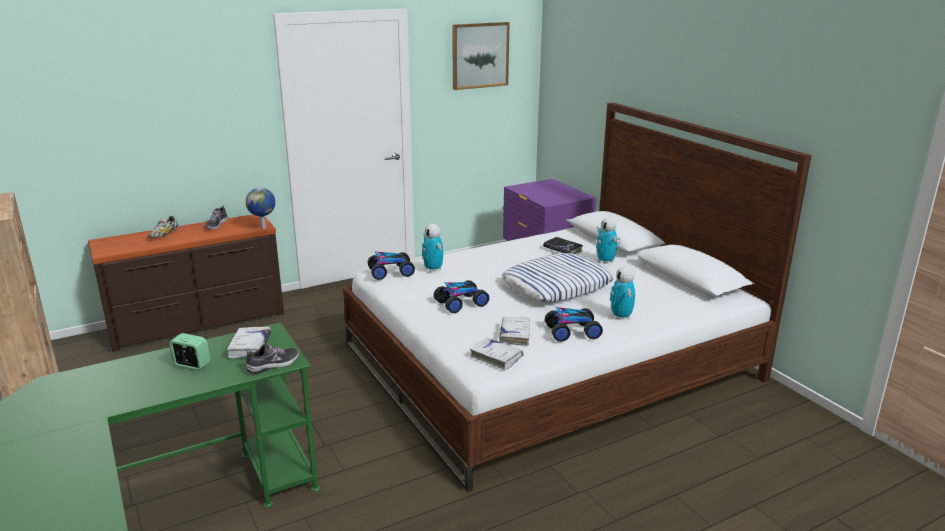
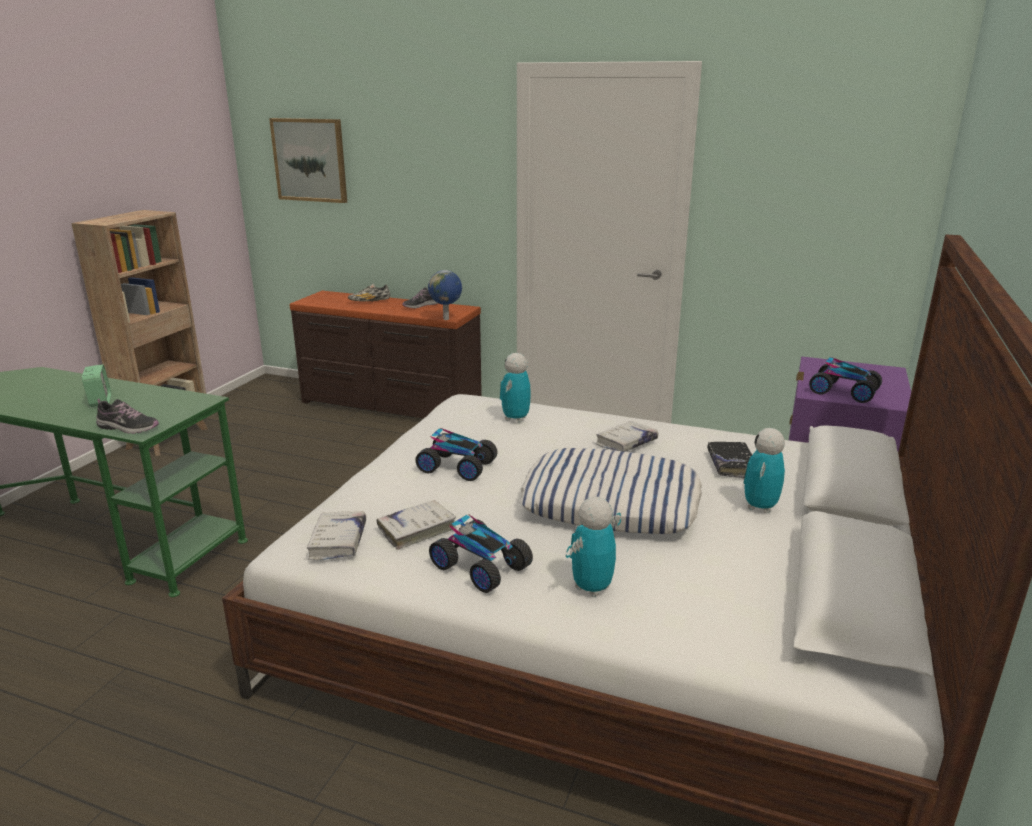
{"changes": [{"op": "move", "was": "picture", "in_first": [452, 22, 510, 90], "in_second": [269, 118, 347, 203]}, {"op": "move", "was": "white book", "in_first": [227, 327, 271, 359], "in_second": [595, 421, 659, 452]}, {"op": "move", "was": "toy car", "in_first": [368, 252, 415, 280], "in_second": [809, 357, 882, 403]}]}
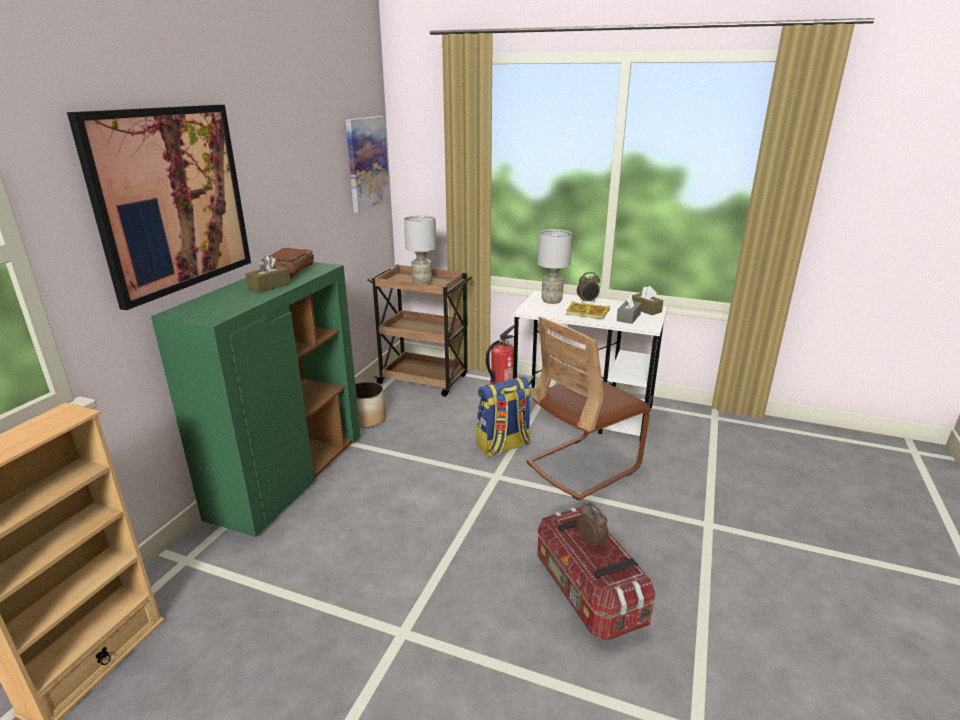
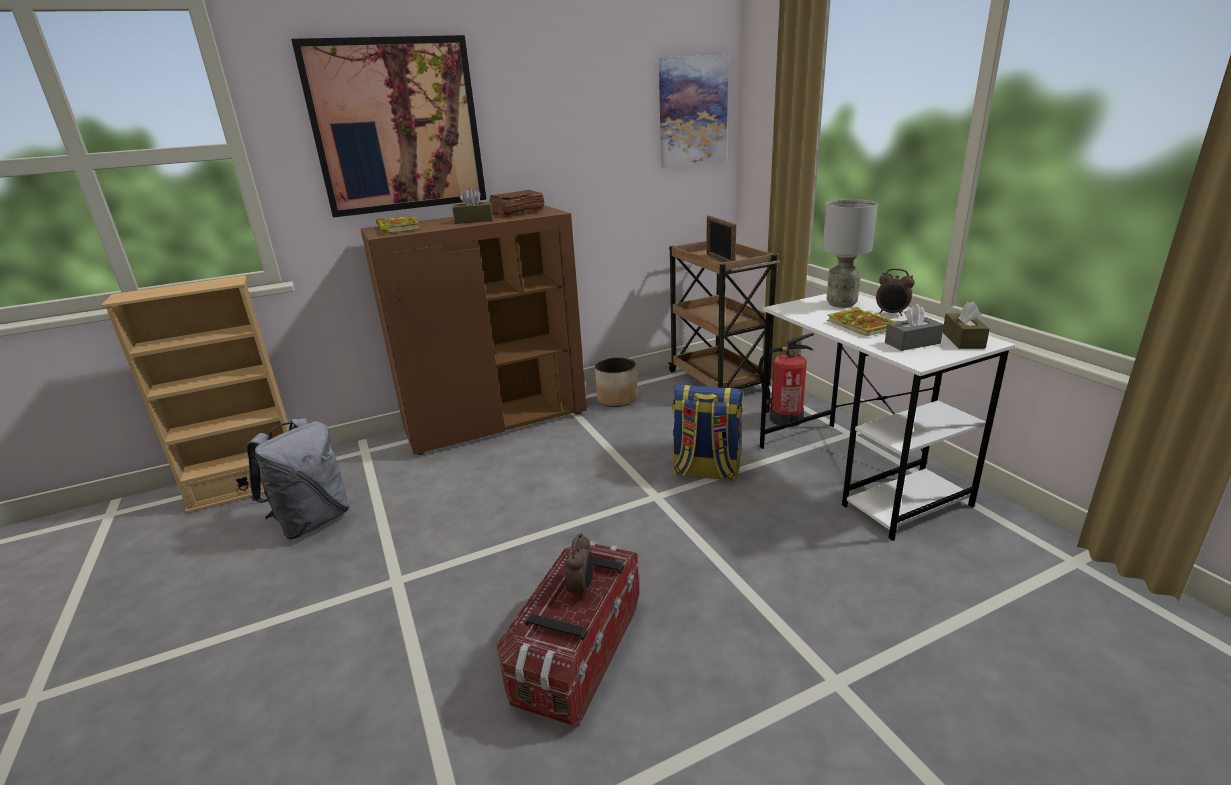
{"changes": [{"op": "insert", "now": "grey backpack", "in_second": [247, 418, 350, 539]}, {"op": "recolor", "was": "green cabinet", "now": "brown cabinet", "in_first": [151, 262, 360, 537], "in_second": [360, 205, 587, 455]}, {"op": "insert", "now": "book", "in_second": [376, 216, 420, 234]}, {"op": "replace", "was": "grey table lamp", "now": "picture frame", "in_first": [404, 215, 436, 284], "in_second": [706, 216, 736, 263]}, {"op": "delete", "was": "brown chair", "in_first": [526, 316, 651, 501]}]}
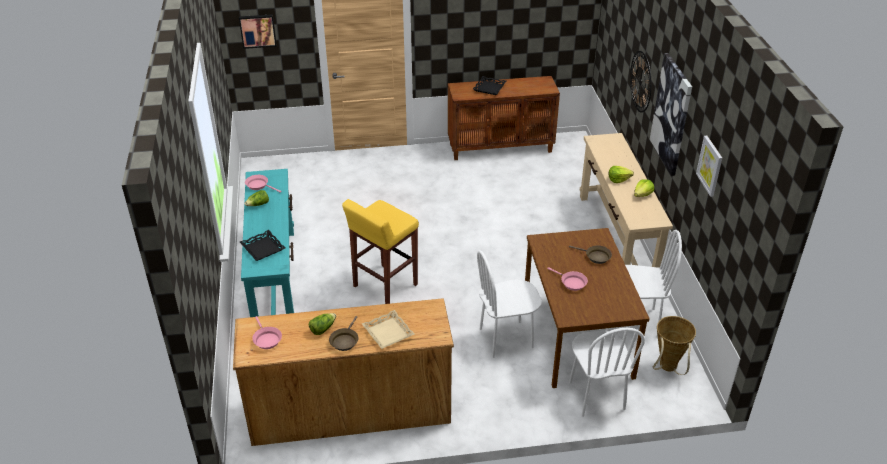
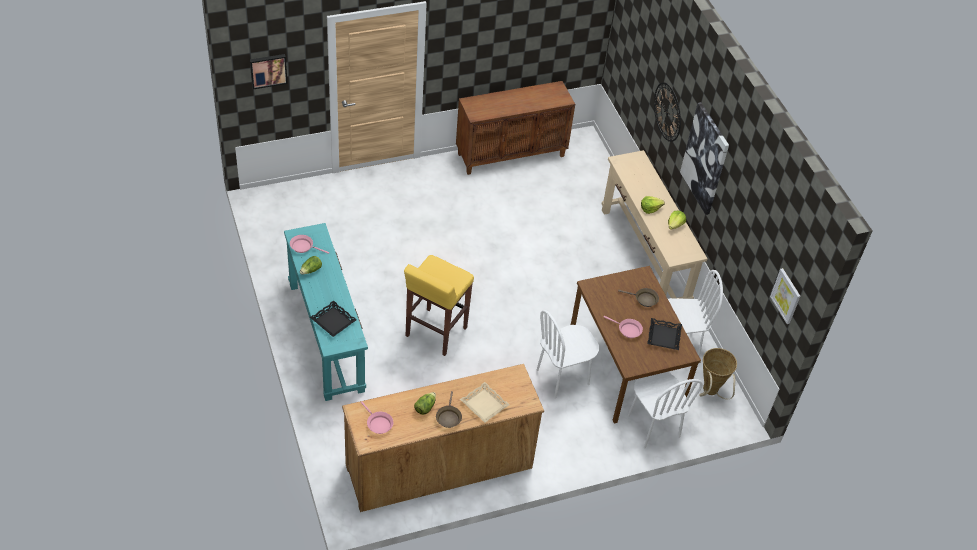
{"changes": [{"op": "move", "was": "black tray", "in_first": [473, 76, 506, 95], "in_second": [647, 318, 682, 350]}, {"op": "move", "was": "picture", "in_first": [696, 136, 722, 197], "in_second": [770, 268, 800, 324]}]}
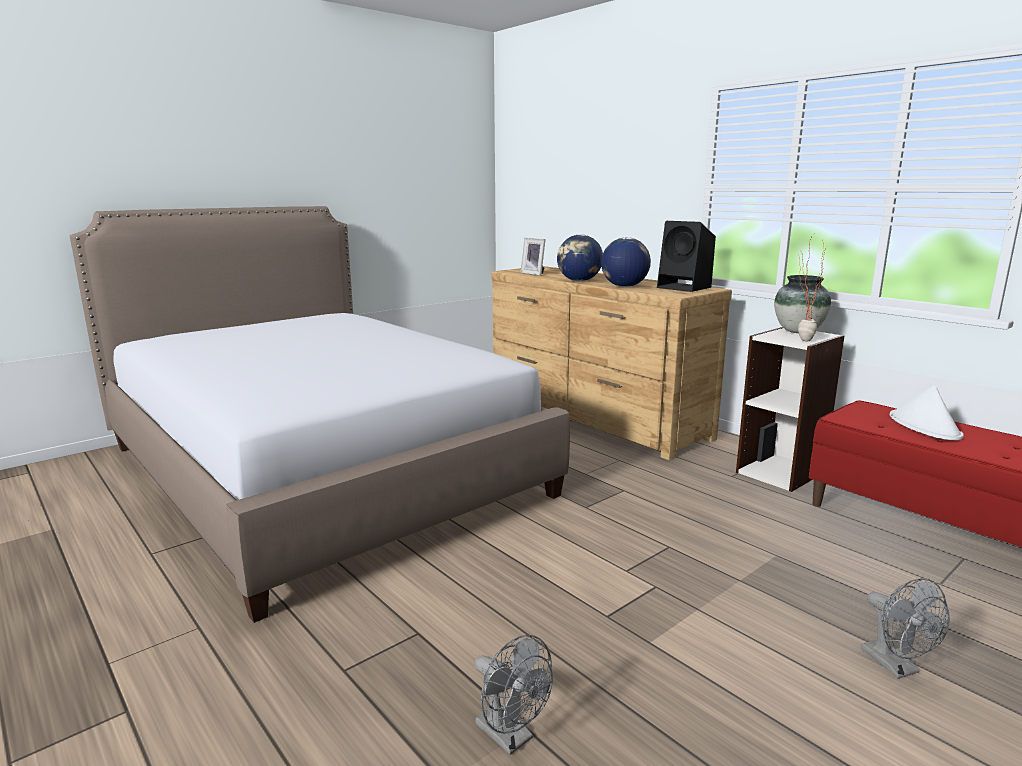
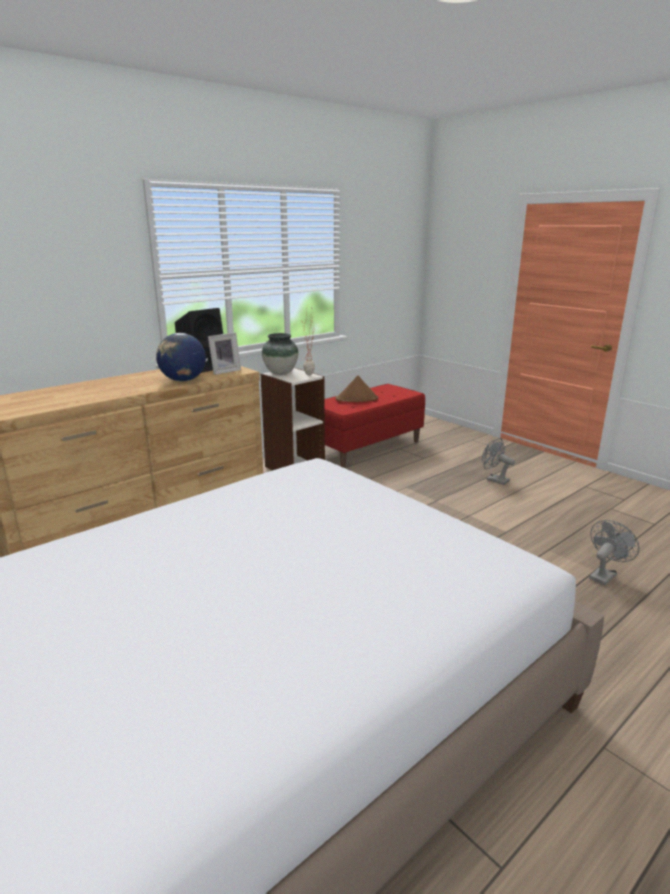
{"changes": [{"op": "move", "was": "picture frame", "in_first": [520, 237, 546, 276], "in_second": [208, 333, 241, 375]}, {"op": "recolor", "was": "white hat", "now": "brown hat", "in_first": [890, 384, 964, 440], "in_second": [335, 375, 378, 402]}, {"op": "rotate", "was": "grey fan", "in_first": [861, 578, 950, 679], "in_second": [482, 438, 515, 485], "clockwise": -120}, {"op": "delete", "was": "globe", "in_first": [557, 234, 603, 281]}]}
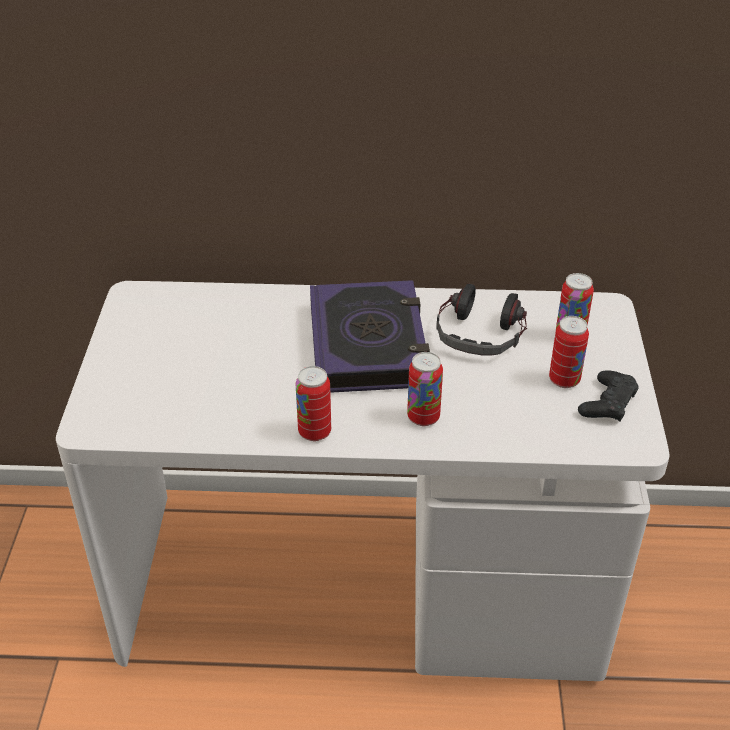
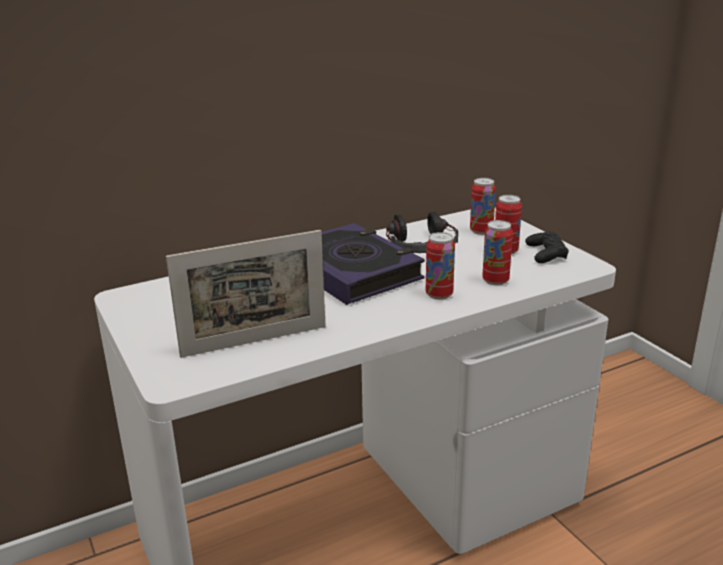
{"changes": [{"op": "insert", "now": "picture frame", "in_second": [166, 230, 326, 358]}, {"op": "move", "was": "can", "in_first": [296, 366, 331, 441], "in_second": [482, 220, 513, 286]}]}
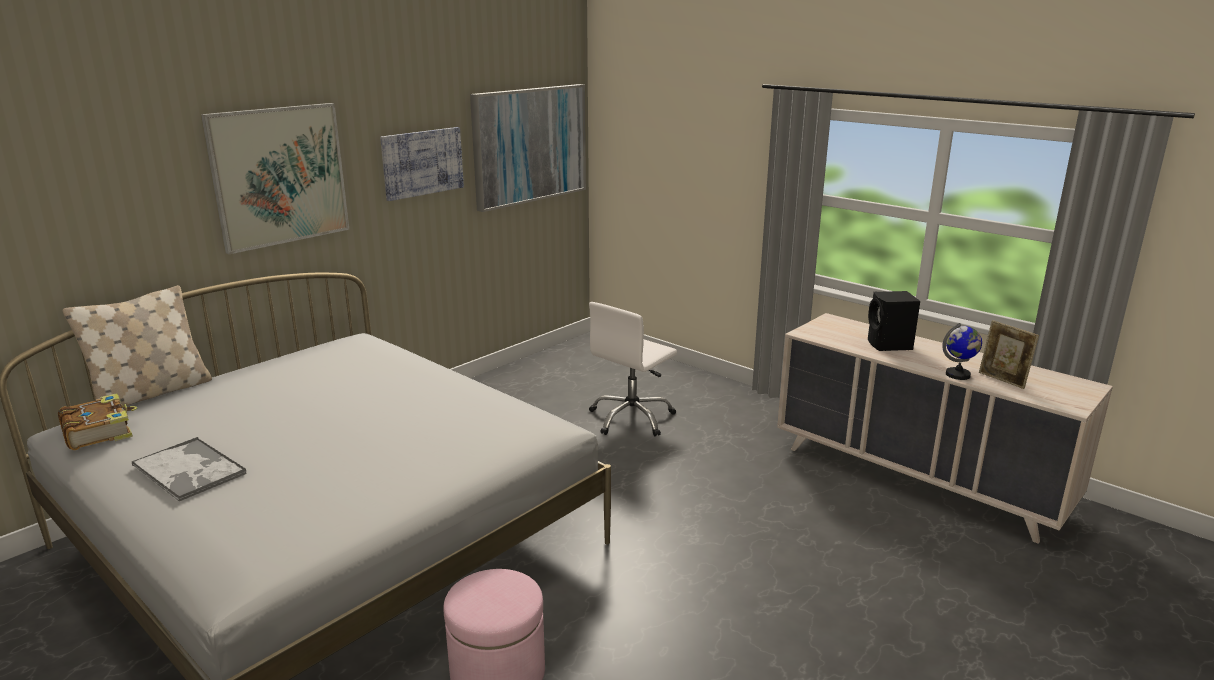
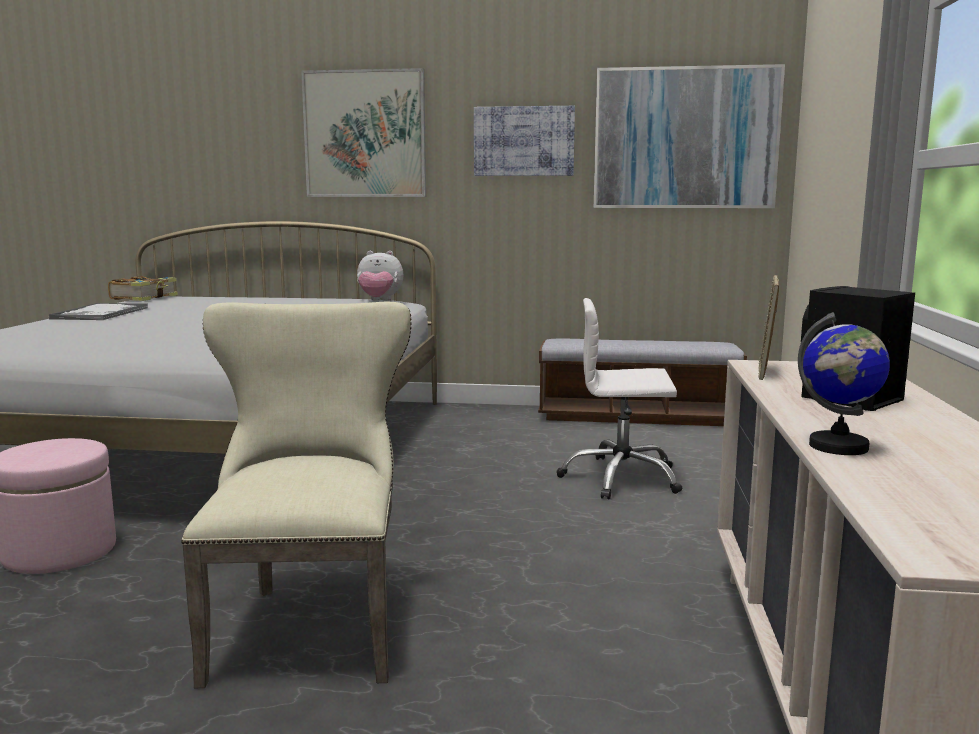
{"changes": [{"op": "insert", "now": "beige chair", "in_second": [181, 302, 412, 688]}, {"op": "insert", "now": "plush toy", "in_second": [357, 251, 403, 301]}, {"op": "insert", "now": "bench", "in_second": [538, 339, 747, 426]}, {"op": "move", "was": "picture frame", "in_first": [979, 320, 1039, 389], "in_second": [758, 275, 779, 380]}, {"op": "delete", "was": "beige pillow", "in_first": [63, 285, 212, 406]}]}
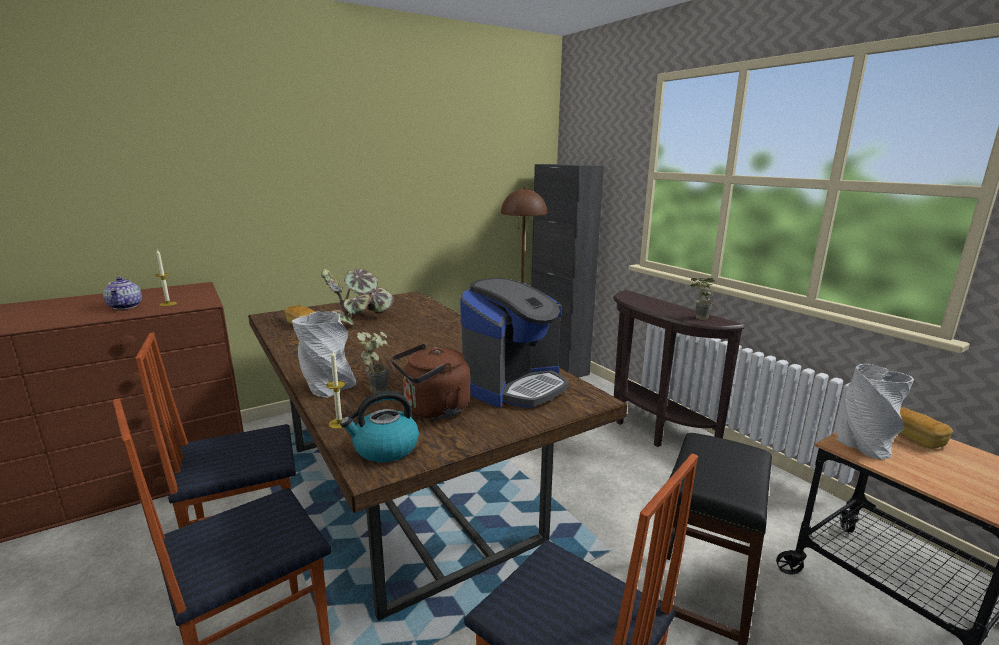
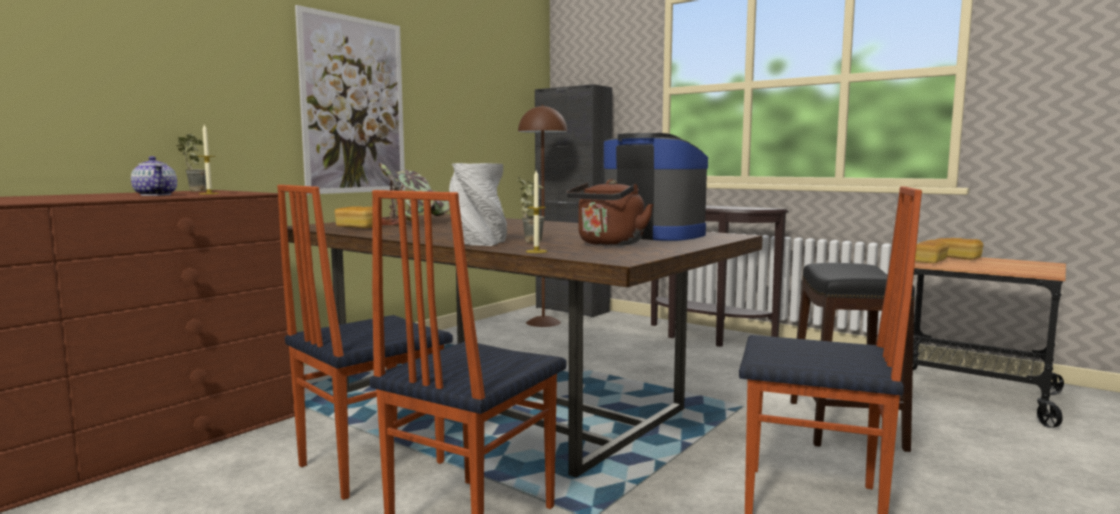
{"changes": [{"op": "move", "was": "potted plant", "in_first": [690, 278, 715, 320], "in_second": [176, 133, 207, 191]}, {"op": "insert", "now": "picture", "in_second": [295, 5, 405, 195]}, {"op": "rotate", "was": "coffee machine", "in_first": [460, 278, 569, 408], "in_second": [604, 133, 708, 241], "clockwise": -75}, {"op": "replace", "was": "grey vase", "now": "bread", "in_first": [837, 364, 914, 460], "in_second": [915, 240, 949, 263]}, {"op": "delete", "was": "kettle", "in_first": [340, 391, 419, 462]}]}
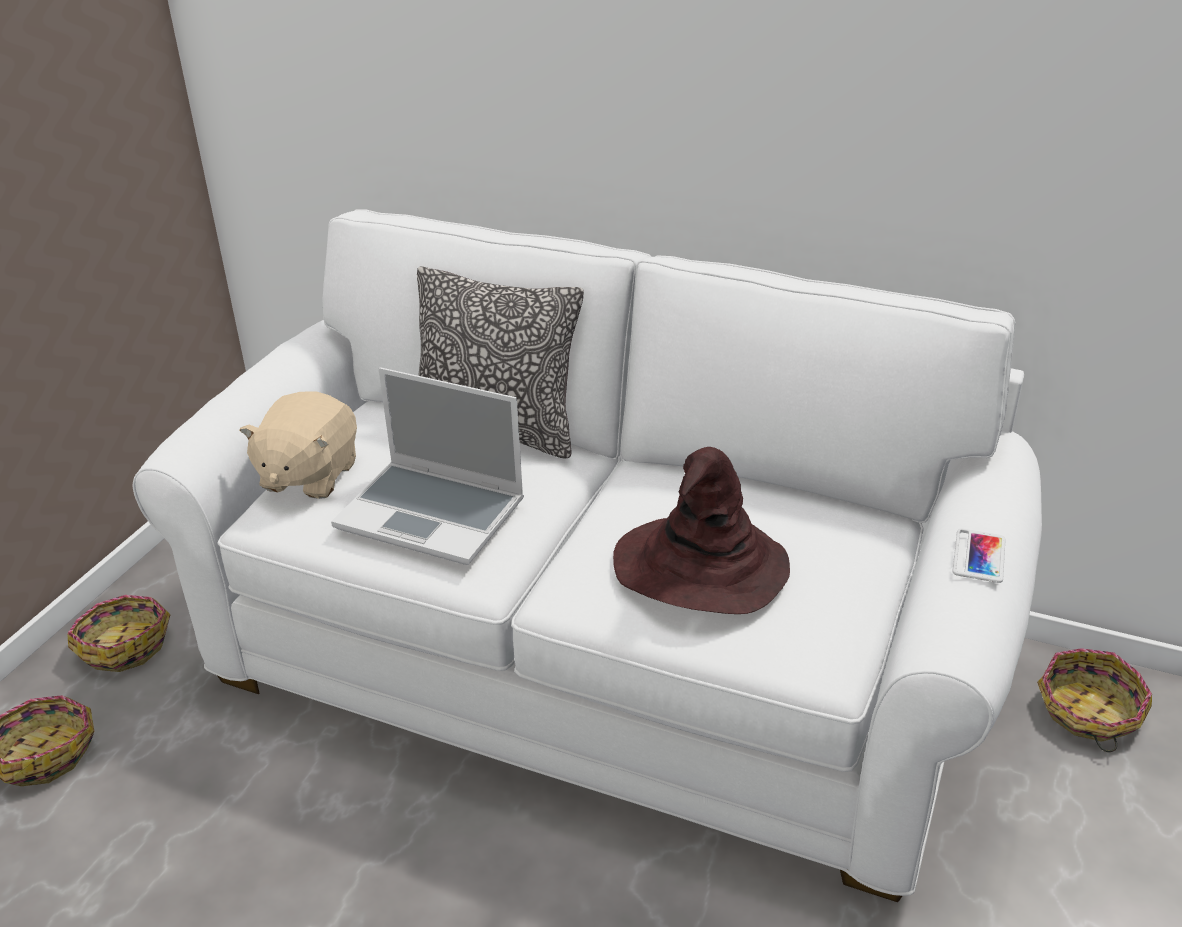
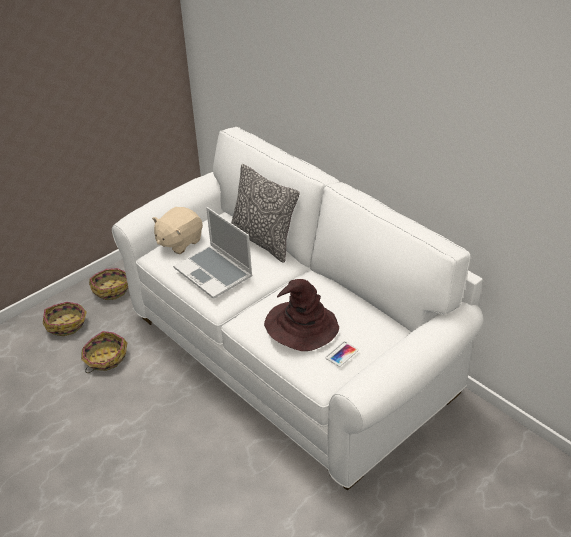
{"changes": [{"op": "move", "was": "basket", "in_first": [1037, 648, 1152, 752], "in_second": [81, 331, 127, 373]}, {"op": "move", "was": "phone", "in_first": [953, 529, 1006, 583], "in_second": [325, 341, 359, 367]}]}
